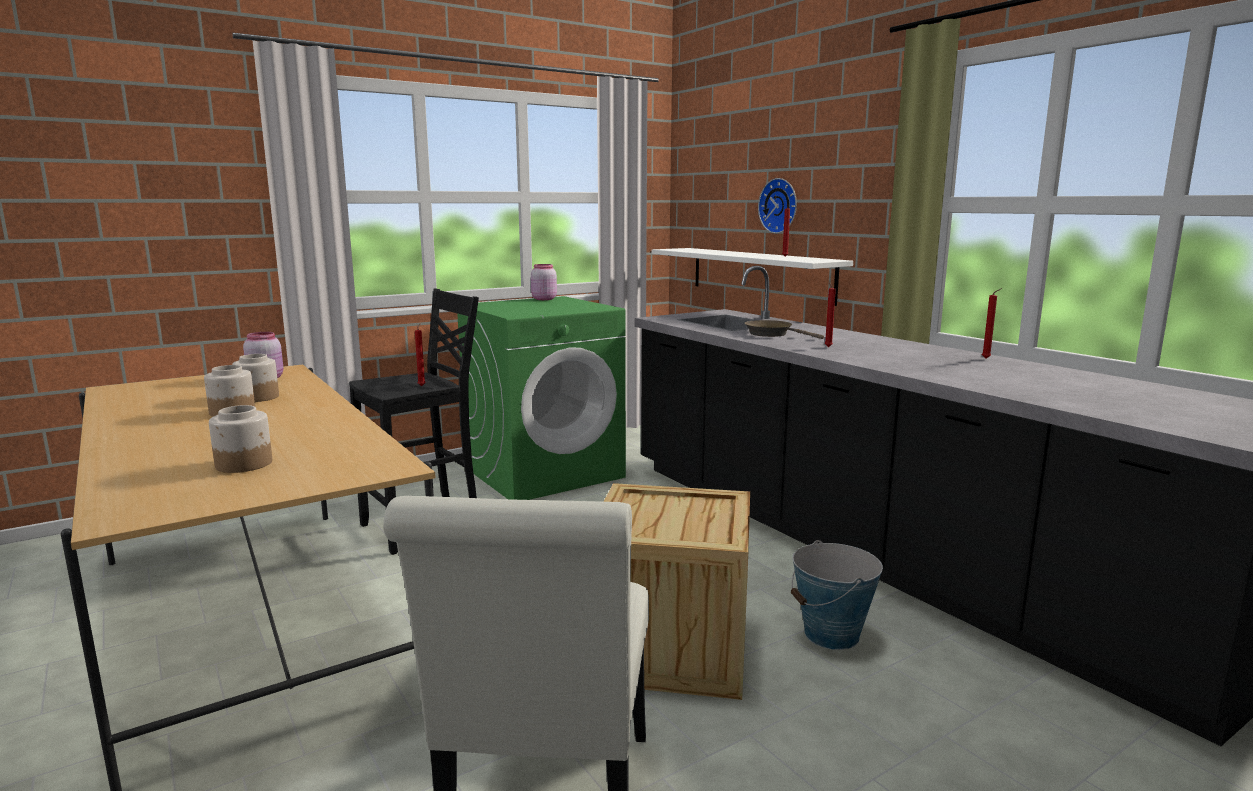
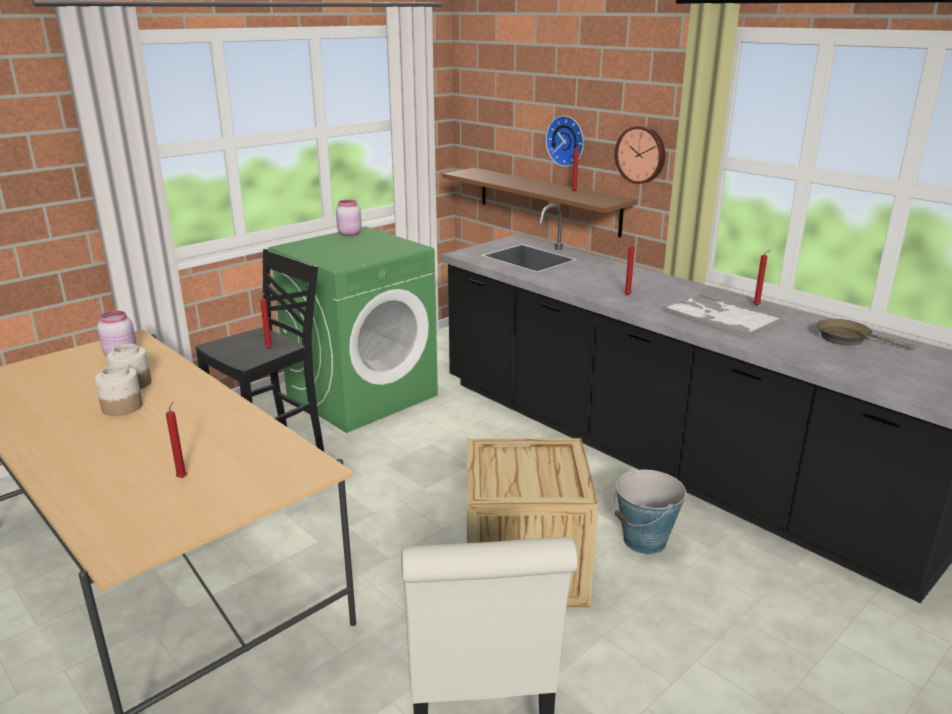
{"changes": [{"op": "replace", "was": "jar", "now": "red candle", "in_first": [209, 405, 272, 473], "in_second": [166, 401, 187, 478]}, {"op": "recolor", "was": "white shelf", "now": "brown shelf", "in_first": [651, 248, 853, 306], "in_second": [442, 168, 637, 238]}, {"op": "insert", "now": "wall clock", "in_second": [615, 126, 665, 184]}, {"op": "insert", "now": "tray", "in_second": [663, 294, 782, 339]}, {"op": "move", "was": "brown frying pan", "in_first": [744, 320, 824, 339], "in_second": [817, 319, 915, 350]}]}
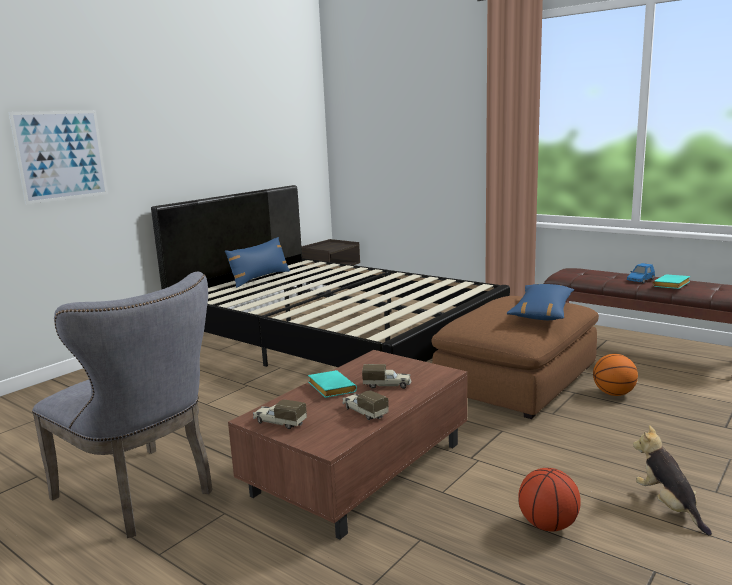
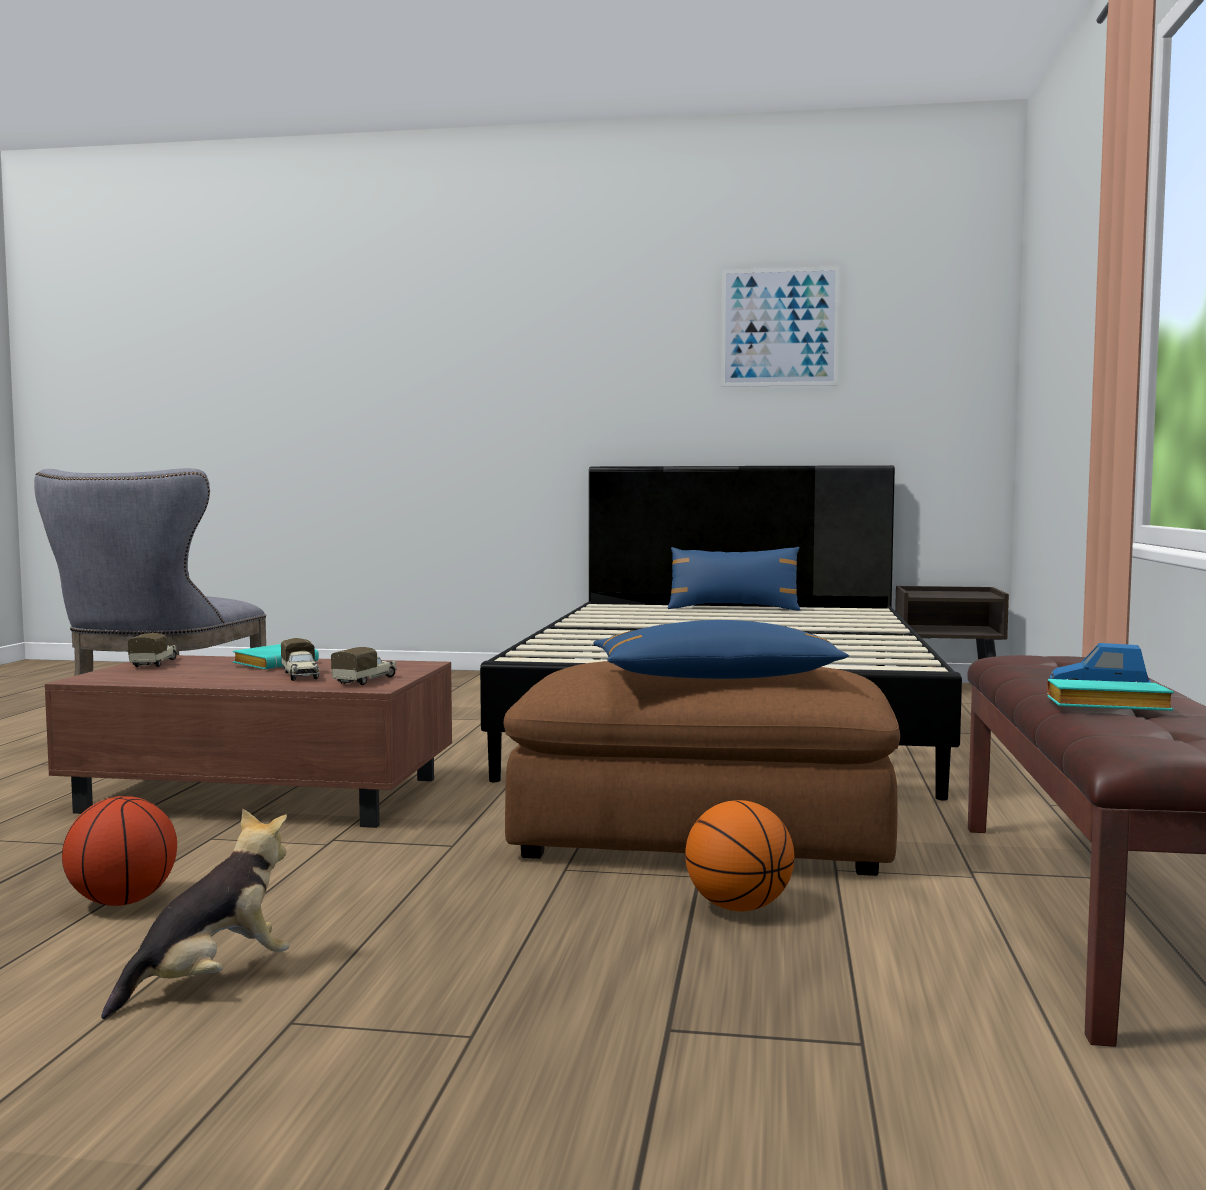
{"changes": [{"op": "move", "was": "toy truck", "in_first": [342, 390, 389, 420], "in_second": [331, 647, 397, 685]}, {"op": "move", "was": "picture", "in_first": [8, 110, 108, 204], "in_second": [721, 266, 840, 387]}]}
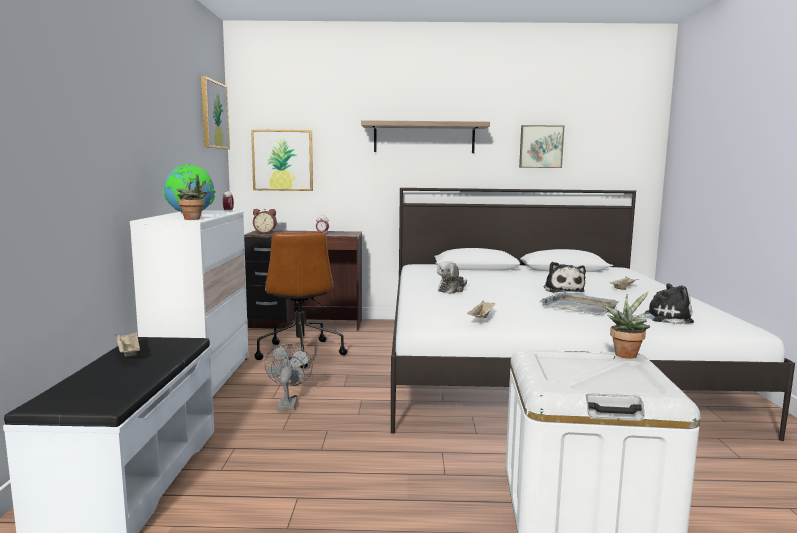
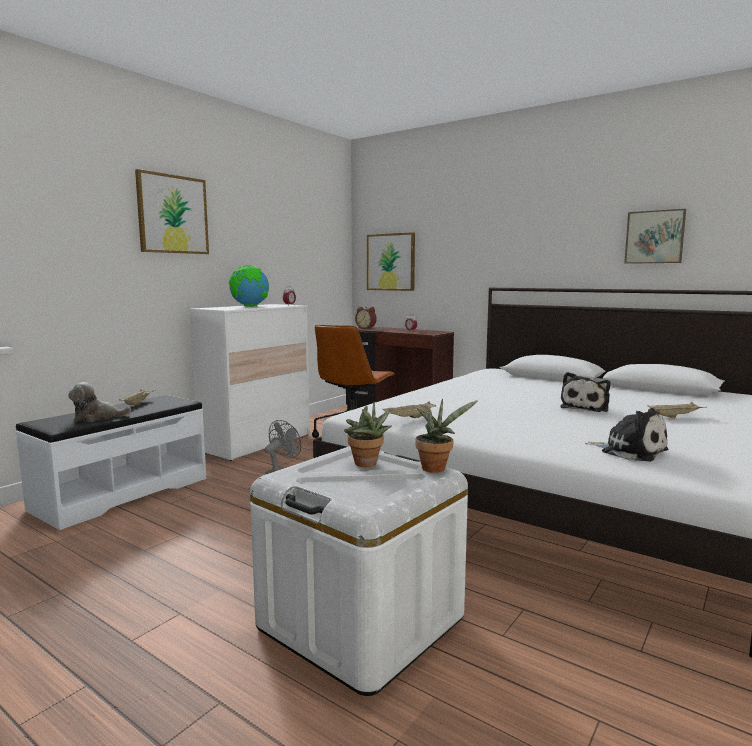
{"changes": [{"op": "move", "was": "plush toy", "in_first": [437, 261, 467, 294], "in_second": [68, 382, 131, 422]}, {"op": "move", "was": "picture", "in_first": [201, 76, 230, 149], "in_second": [135, 169, 209, 254]}, {"op": "move", "was": "potted plant", "in_first": [177, 175, 209, 220], "in_second": [344, 402, 392, 467]}, {"op": "delete", "was": "shelf", "in_first": [361, 120, 490, 153]}, {"op": "delete", "was": "grey tray", "in_first": [539, 291, 618, 315]}]}
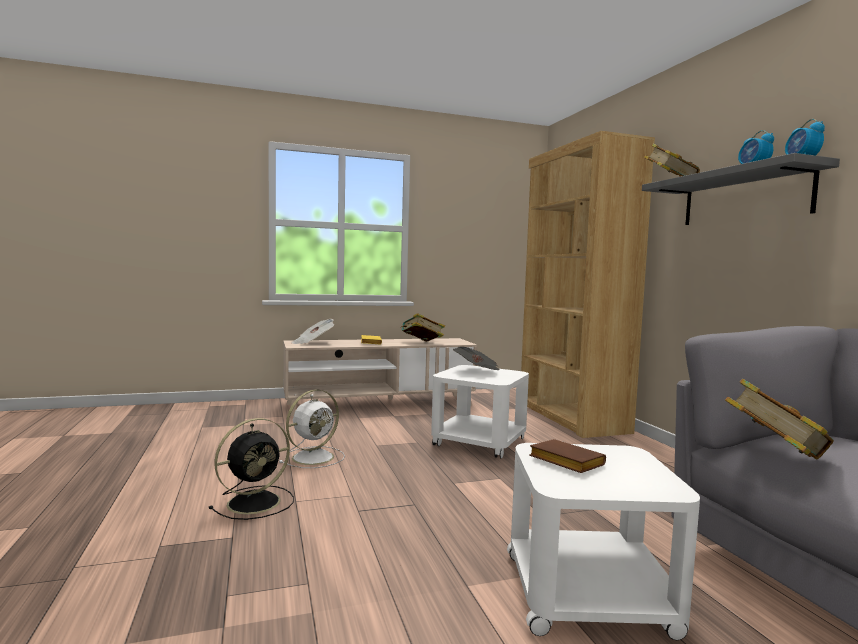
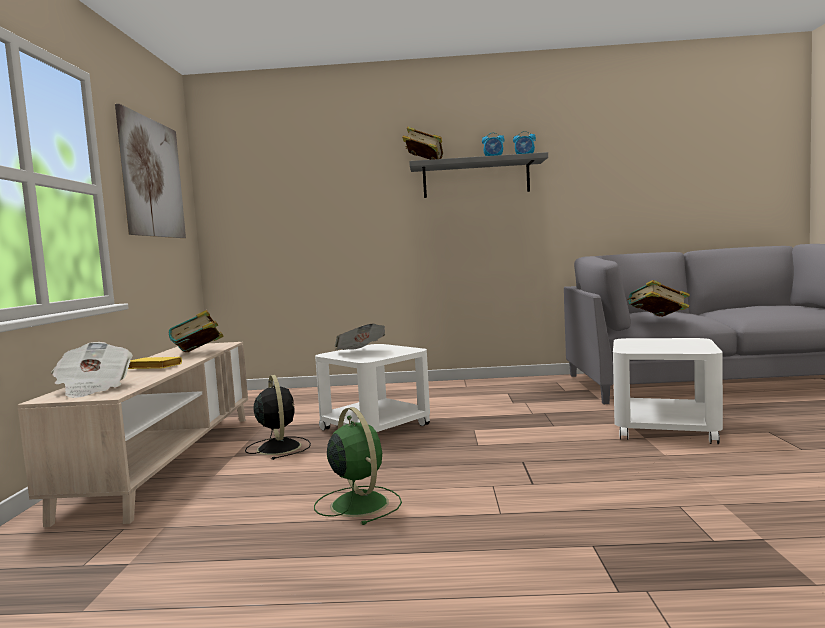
{"changes": [{"op": "insert", "now": "picture", "in_second": [115, 104, 186, 238]}, {"op": "move", "was": "black fan", "in_first": [209, 418, 294, 520], "in_second": [245, 375, 311, 460]}, {"op": "recolor", "was": "white fan", "now": "green fan", "in_first": [279, 389, 345, 468], "in_second": [314, 407, 402, 525]}, {"op": "delete", "was": "brown bookcase", "in_first": [521, 131, 655, 438]}, {"op": "delete", "was": "brown book", "in_first": [529, 439, 606, 473]}]}
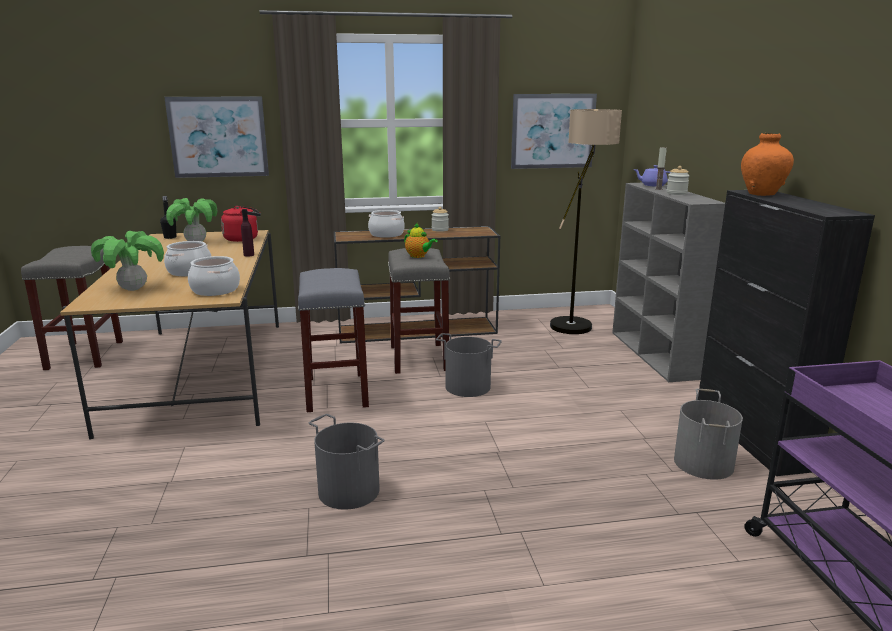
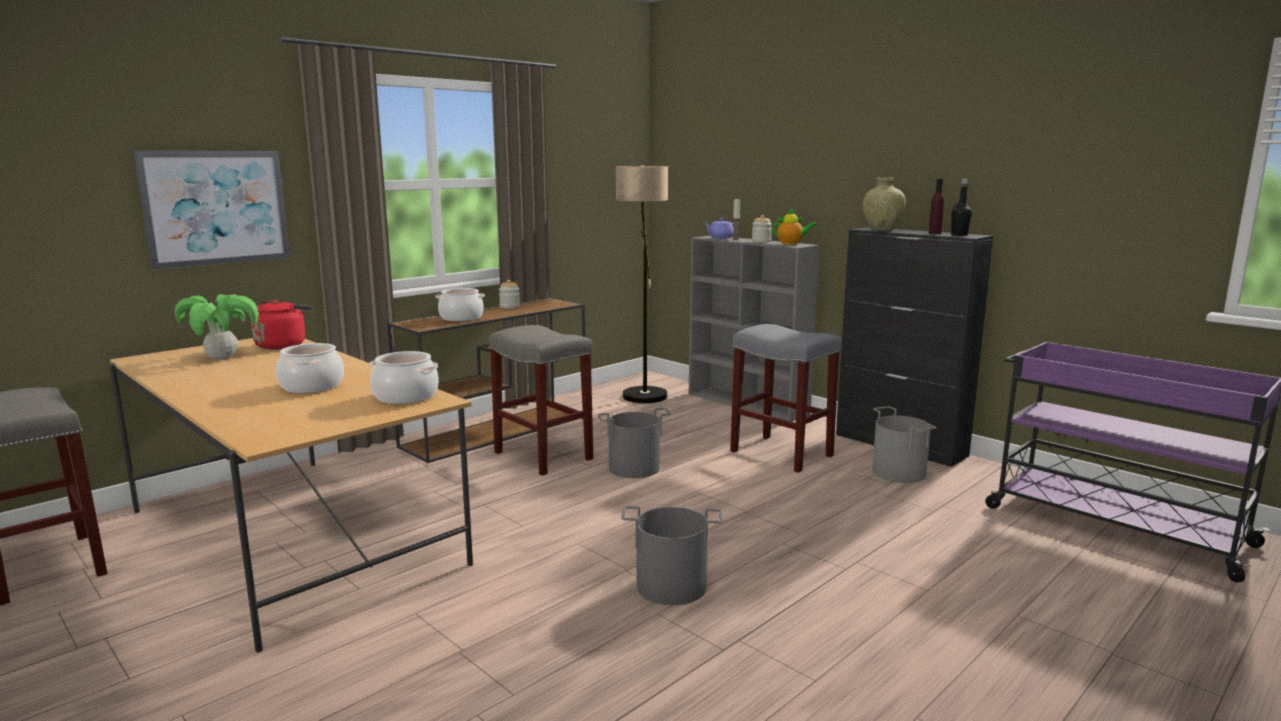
{"changes": [{"op": "move", "was": "grey stool", "in_first": [298, 268, 369, 412], "in_second": [730, 324, 842, 473]}, {"op": "move", "was": "teapot", "in_first": [404, 222, 438, 258], "in_second": [773, 209, 817, 245]}, {"op": "recolor", "was": "orange vase", "now": "beige vase", "in_first": [741, 133, 794, 196], "in_second": [863, 177, 906, 231]}, {"op": "move", "was": "purple bottle", "in_first": [241, 209, 254, 257], "in_second": [929, 178, 944, 234]}, {"op": "move", "was": "black bottle", "in_first": [160, 196, 177, 239], "in_second": [951, 179, 972, 236]}, {"op": "delete", "was": "potted plant", "in_first": [91, 231, 164, 291]}, {"op": "delete", "was": "picture", "in_first": [511, 94, 597, 169]}]}
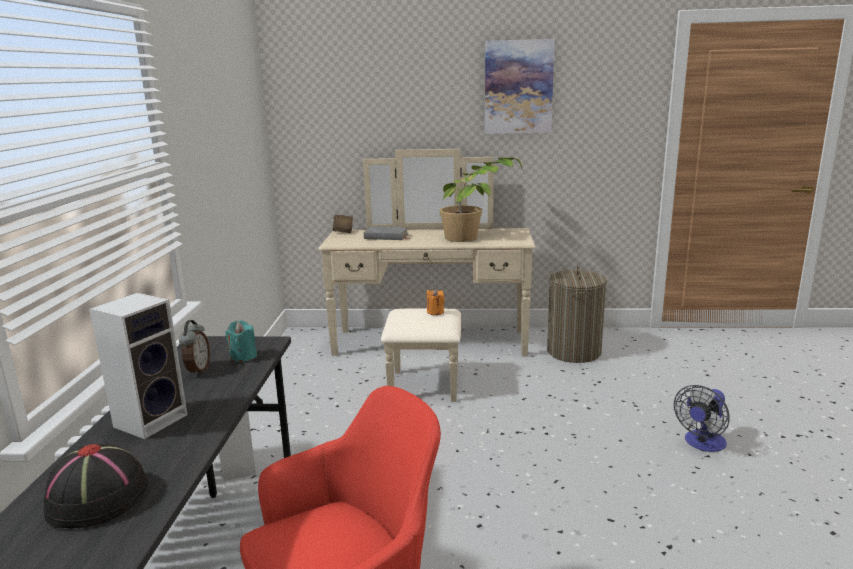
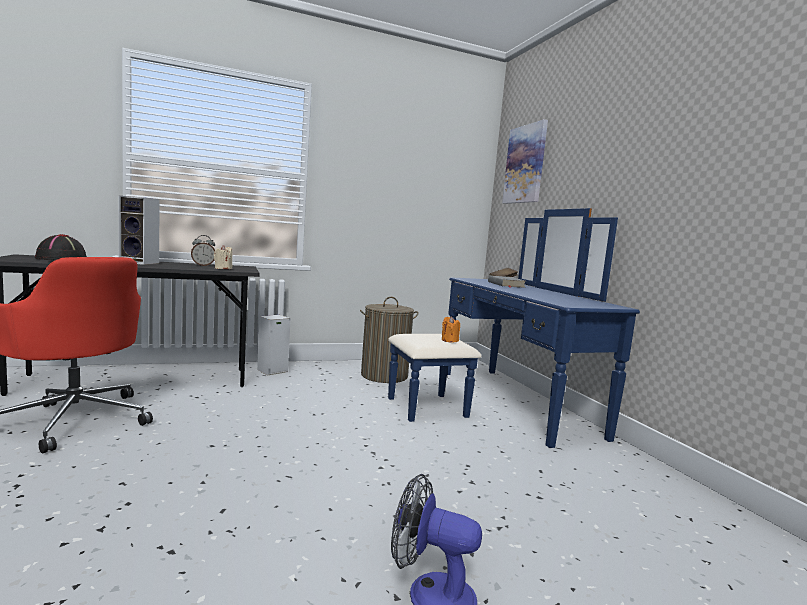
{"changes": [{"op": "recolor", "was": "turquoise candle", "now": "beige candle", "in_first": [225, 320, 257, 362], "in_second": [214, 245, 232, 269]}, {"op": "move", "was": "laundry basket", "in_first": [547, 265, 607, 363], "in_second": [360, 297, 419, 383]}, {"op": "recolor", "was": "beige dresser", "now": "blue dresser", "in_first": [318, 149, 536, 402], "in_second": [388, 208, 640, 448]}, {"op": "move", "was": "picture", "in_first": [485, 39, 555, 134], "in_second": [502, 119, 548, 204]}, {"op": "delete", "was": "potted plant", "in_first": [440, 157, 524, 242]}]}
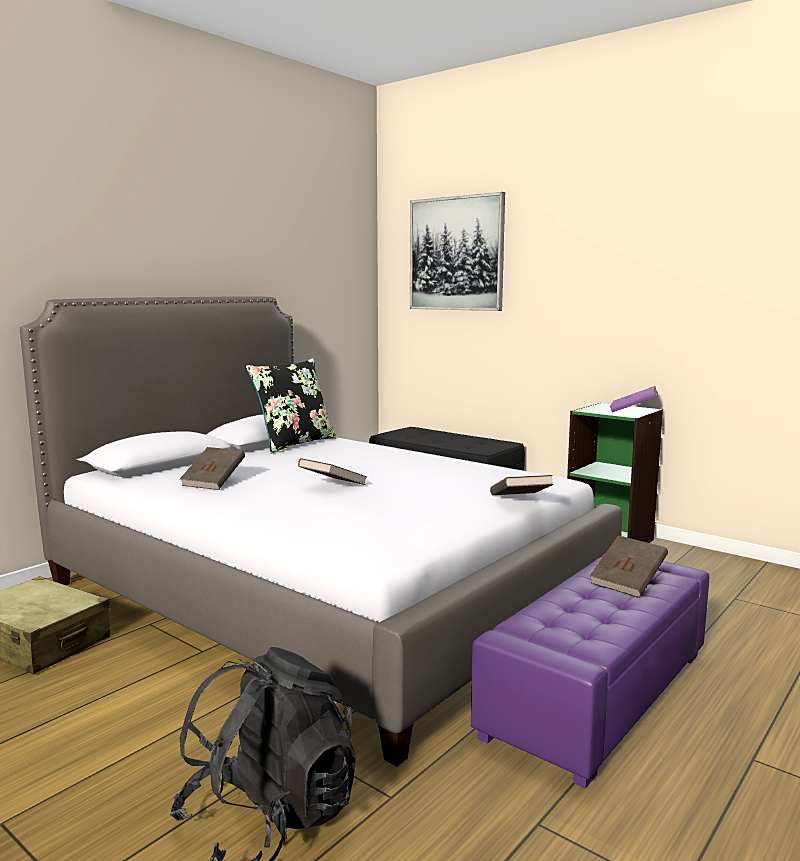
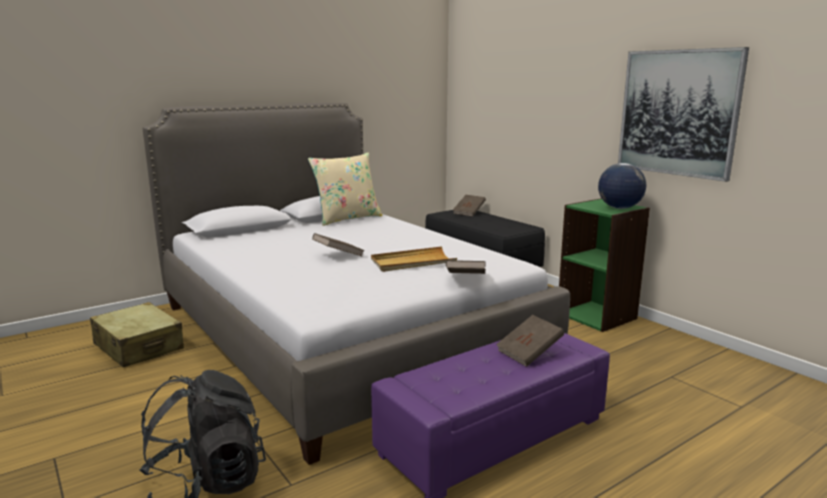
{"changes": [{"op": "recolor", "was": "black pillow", "now": "beige pillow", "in_first": [246, 358, 337, 454], "in_second": [308, 153, 382, 226]}, {"op": "insert", "now": "beige tray", "in_second": [371, 246, 457, 272]}, {"op": "move", "was": "brown book", "in_first": [180, 447, 245, 490], "in_second": [453, 195, 486, 217]}, {"op": "replace", "was": "purple book", "now": "globe", "in_first": [610, 386, 658, 412], "in_second": [598, 163, 646, 209]}, {"op": "move", "was": "picture", "in_first": [410, 192, 505, 311], "in_second": [618, 47, 749, 182]}]}
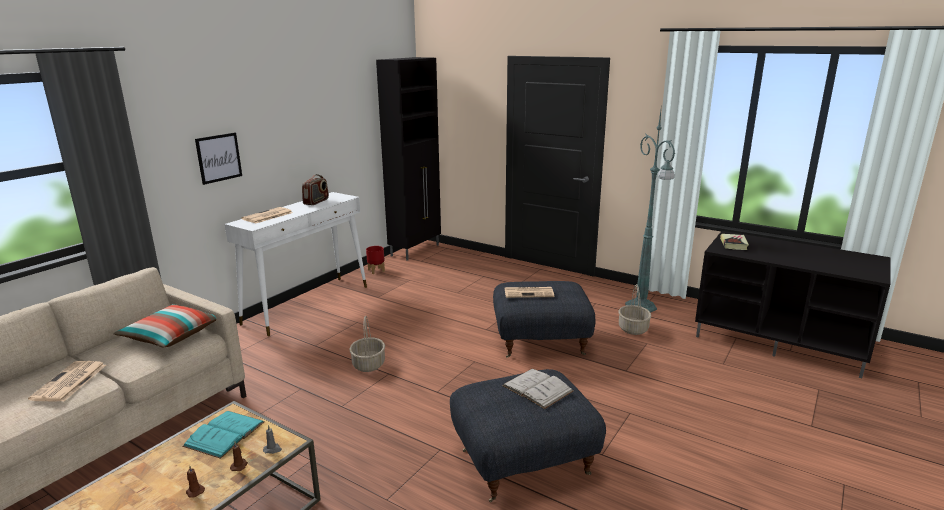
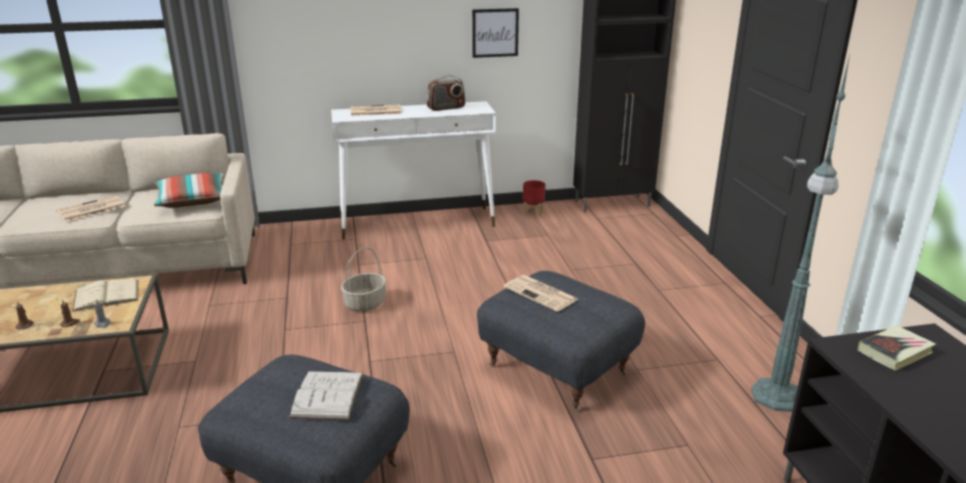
{"changes": [{"op": "recolor", "was": "turquoise book", "now": "beige book", "in_first": [182, 411, 264, 459], "in_second": [73, 279, 138, 312]}, {"op": "move", "was": "picture", "in_first": [195, 133, 242, 185], "in_second": [472, 8, 519, 58]}, {"op": "delete", "was": "basket", "in_first": [619, 284, 651, 335]}]}
